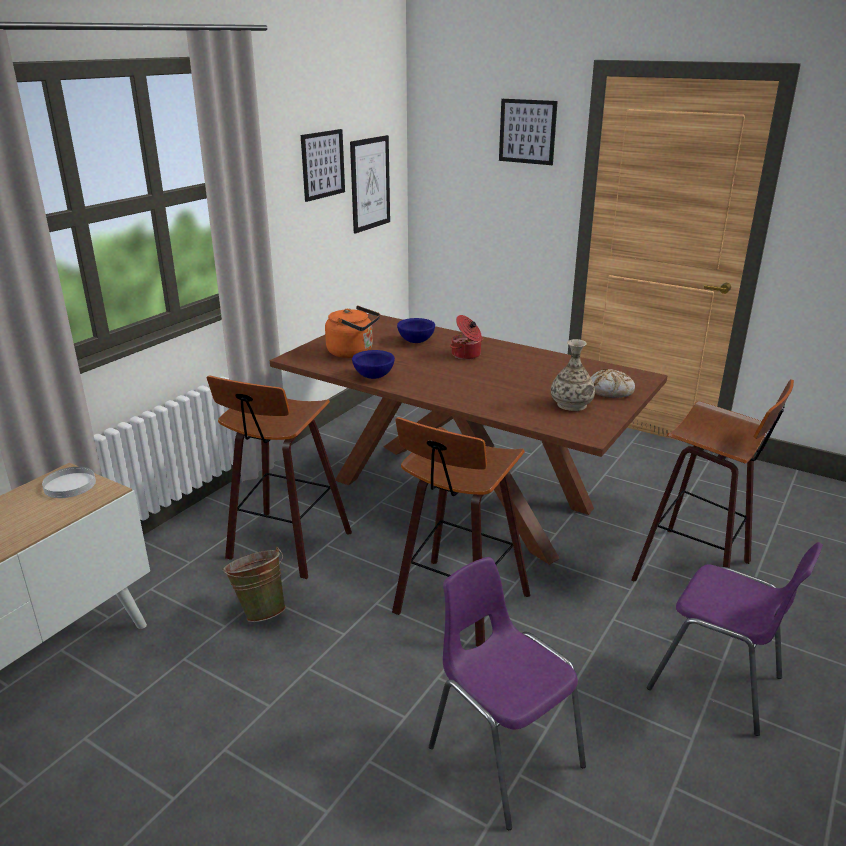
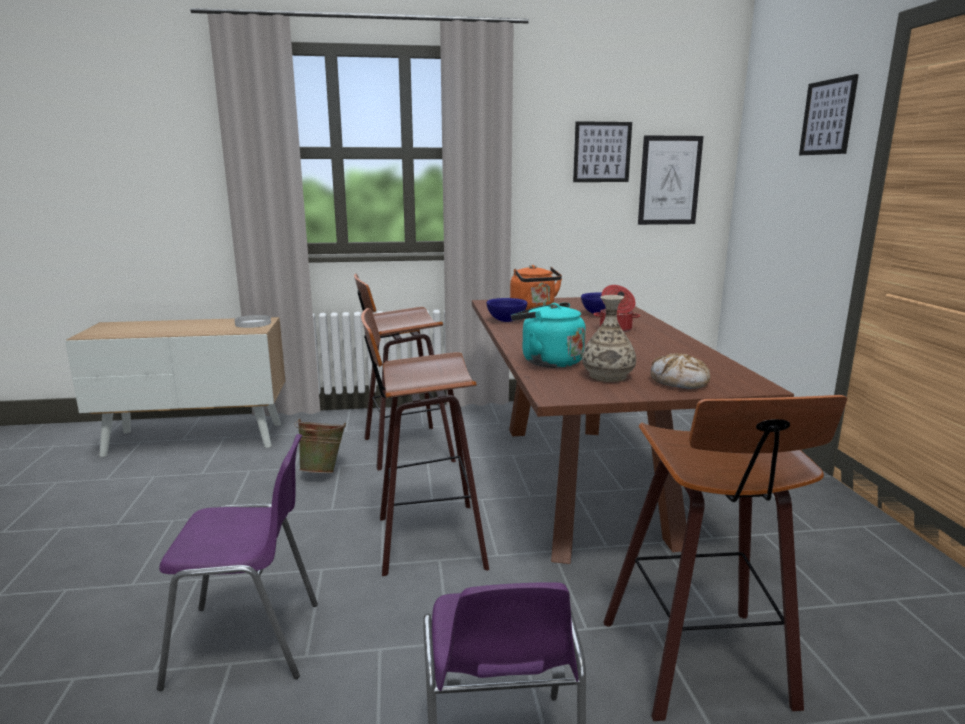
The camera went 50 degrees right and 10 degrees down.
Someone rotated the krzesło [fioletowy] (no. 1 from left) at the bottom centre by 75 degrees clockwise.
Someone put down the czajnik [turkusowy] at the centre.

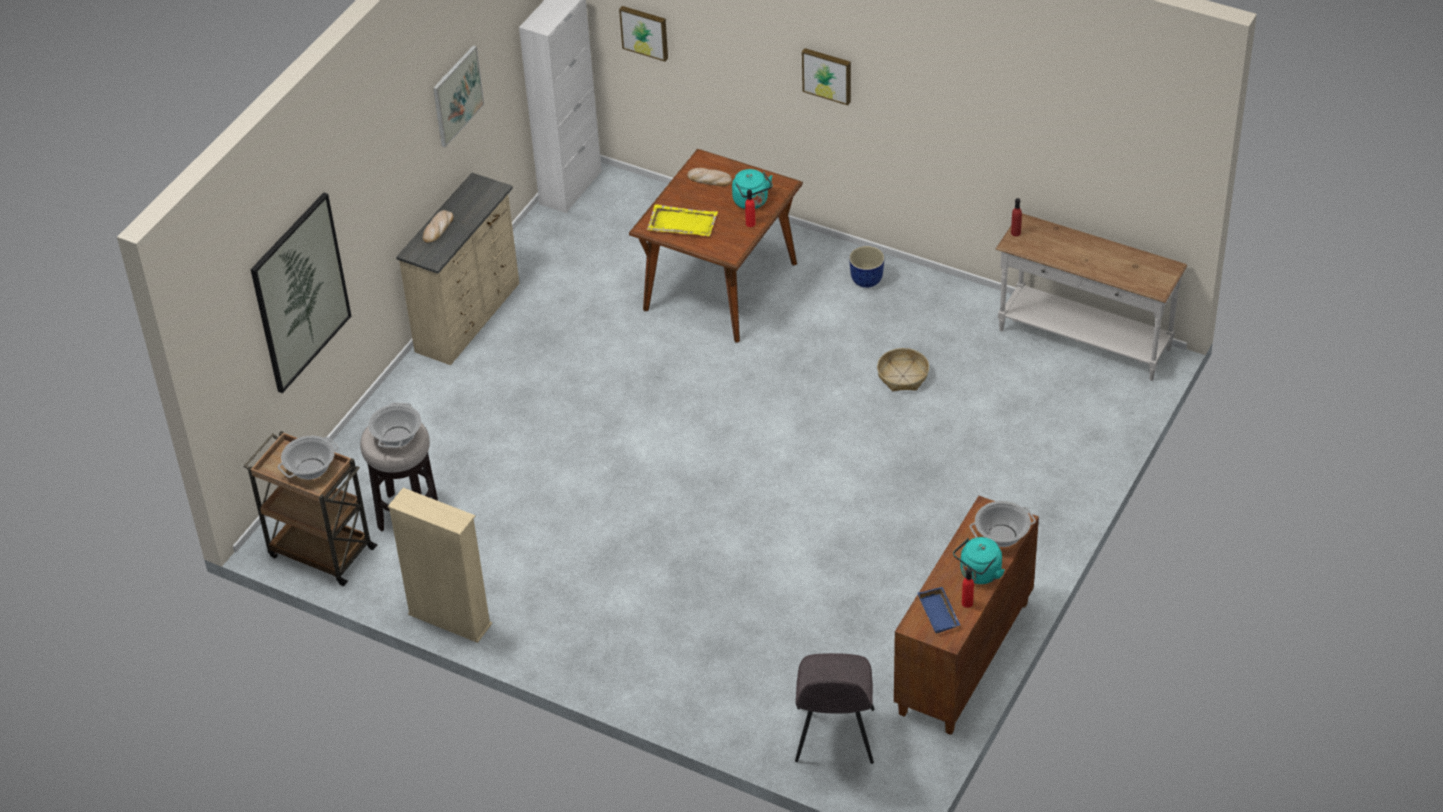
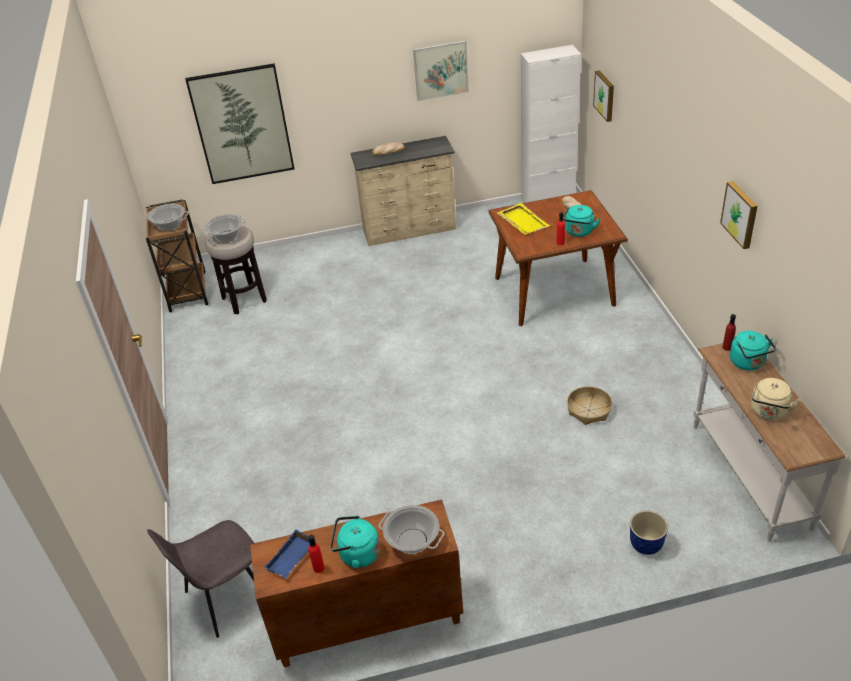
The camera went 50 degrees right and 5 degrees down.
Someone took away the regał [beżowy] at the bottom left.
Someone carried the obraz (no. 4 from left) from the top centre to the top right.
Someone carried the donica from the top centre to the bottom right.
Someone put down the czajnik [turkusowy] (no. 3 from left) at the middle right.
Someone put down the czajnik [beżowy] at the middle right.

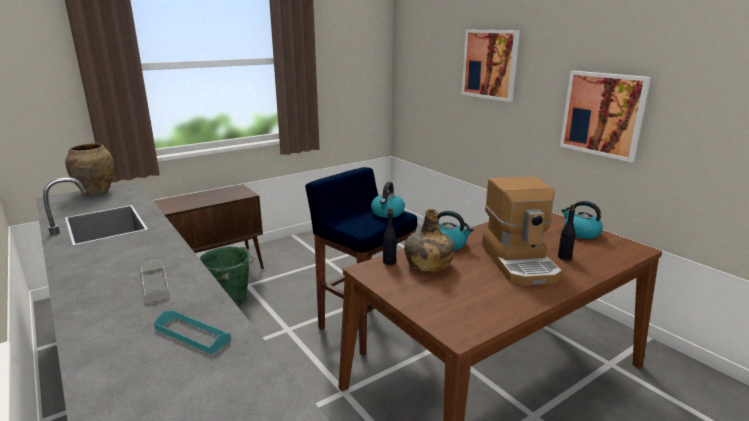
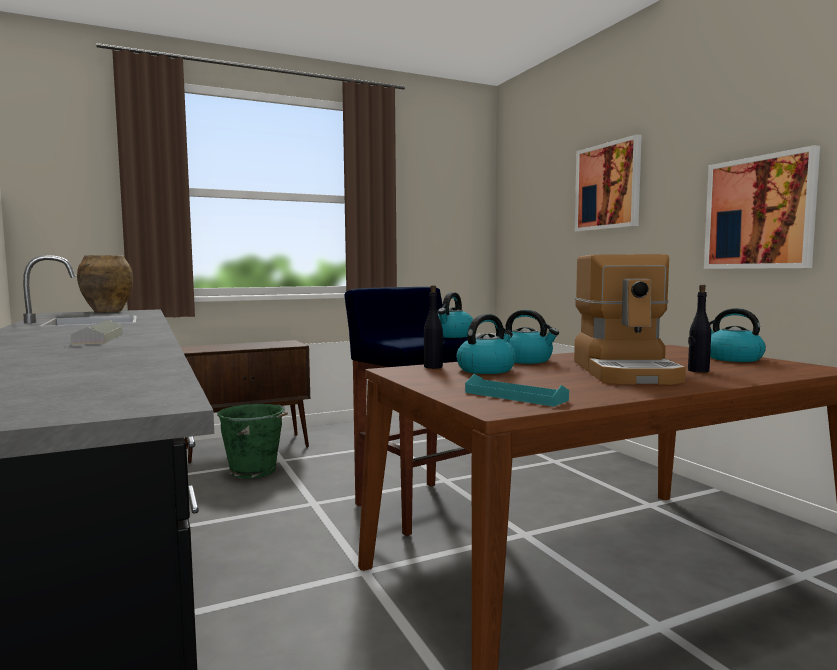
The camera went 10 degrees right and 15 degrees down.
Someone carried the taca [turkusowy] from the bottom left to the centre.
Someone swapped the butelka [zielony] at the centre for the czajnik (no. 2 from left) at the centre.

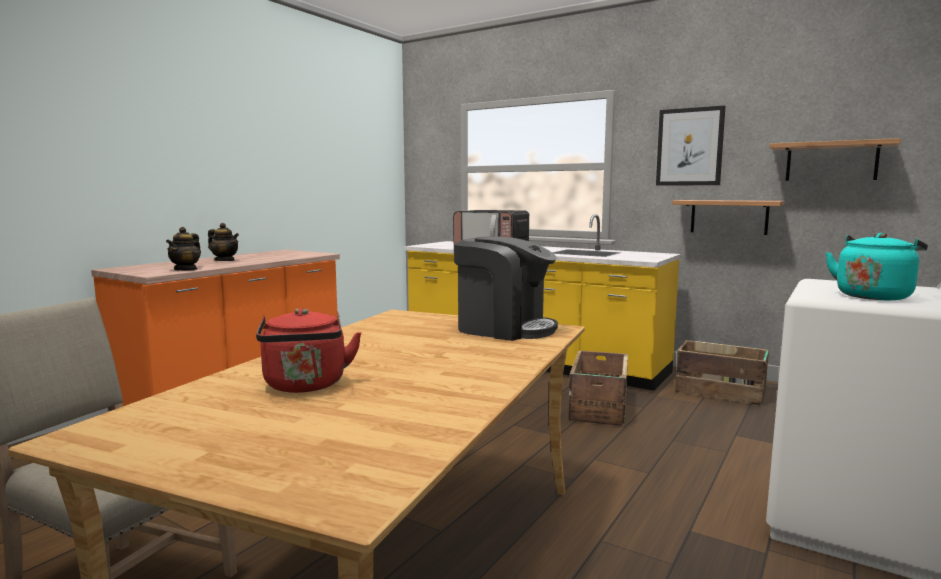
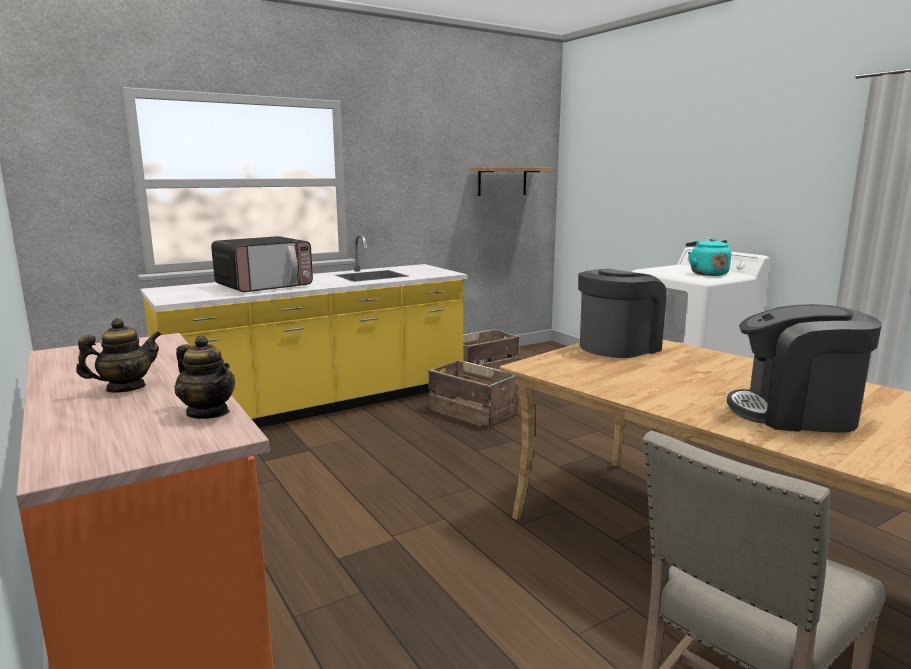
The camera went 65 degrees left and 5 degrees up.
Someone swapped the czajnik [czerwony] at the middle left for the ekspres do kawy (no. 2 from left) at the middle right.
Someone took away the obraz at the top right.
Someone took away the półka (no. 1 from left) at the middle right.

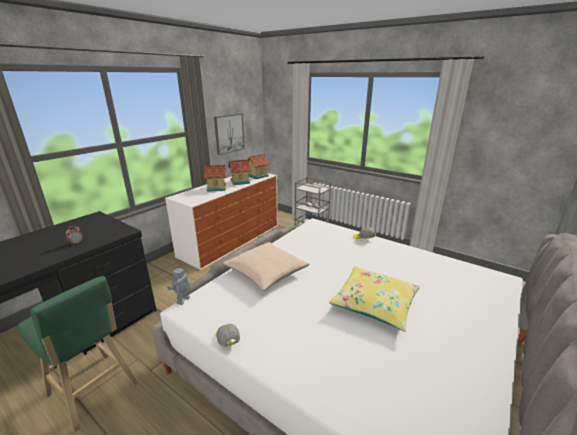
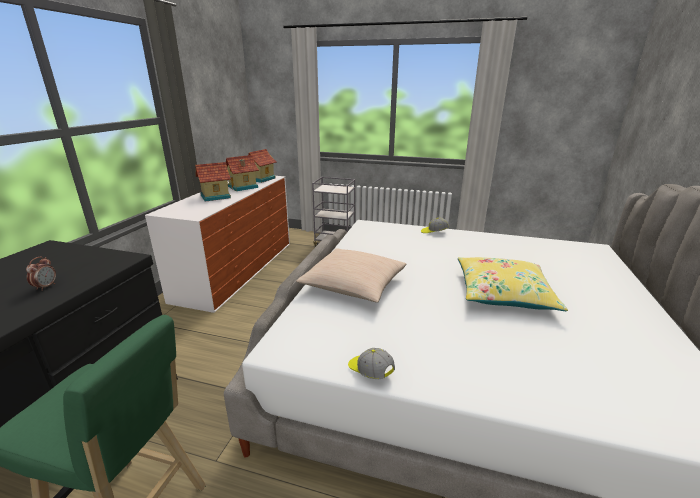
The camera went 20 degrees left and 0 degrees up.
Someone took away the robot zabawkowy at the middle left.
Someone took away the obraz at the top centre.

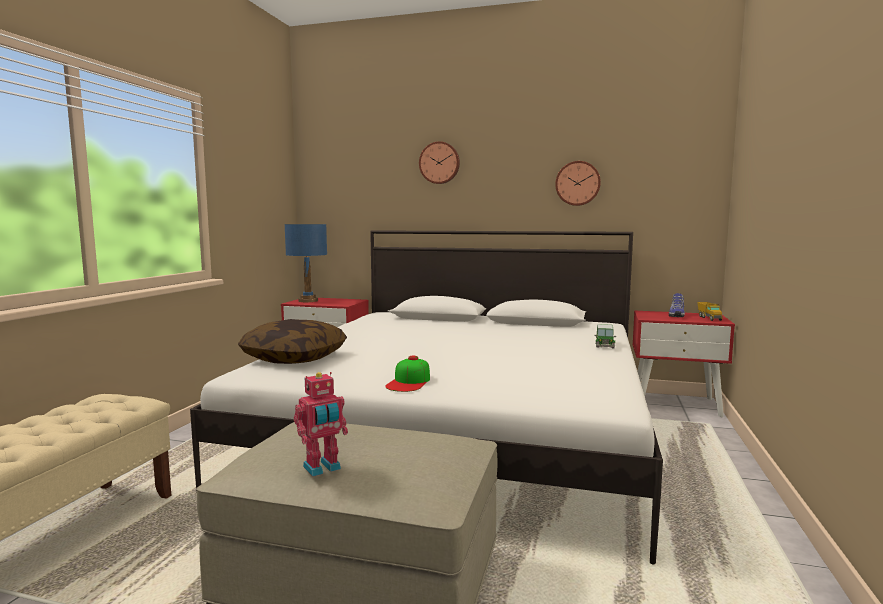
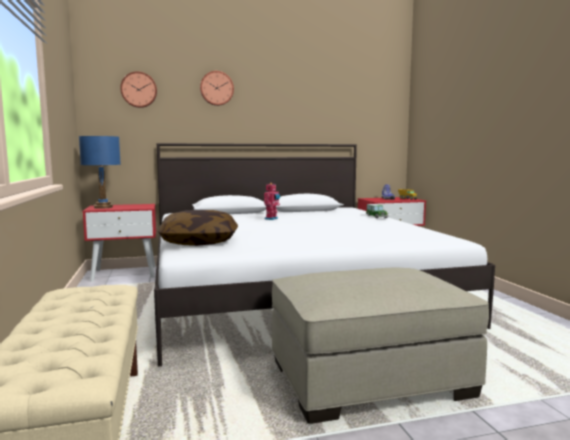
The camera went 30 degrees left and 0 degrees up.
Someone carried the robot zabawkowy from the bottom centre to the centre.
Someone took away the czapka z daszkiem at the centre.
Someone carried the zegar ścienny (no. 2 from left in the first image) from the top centre to the top left.

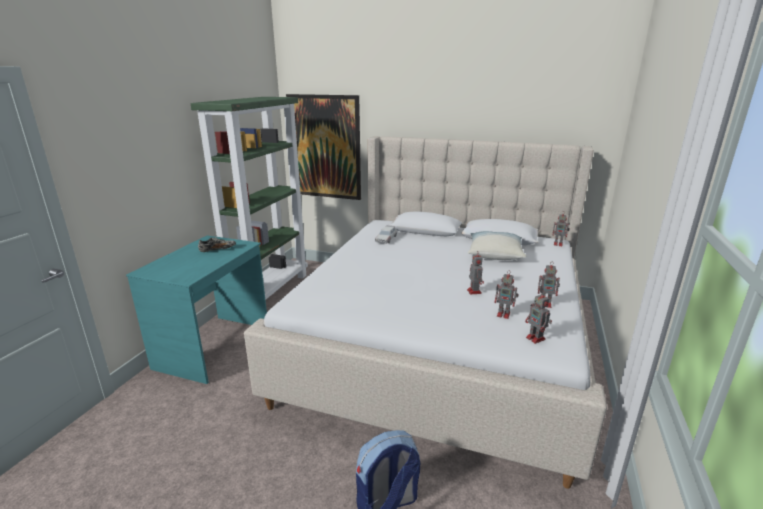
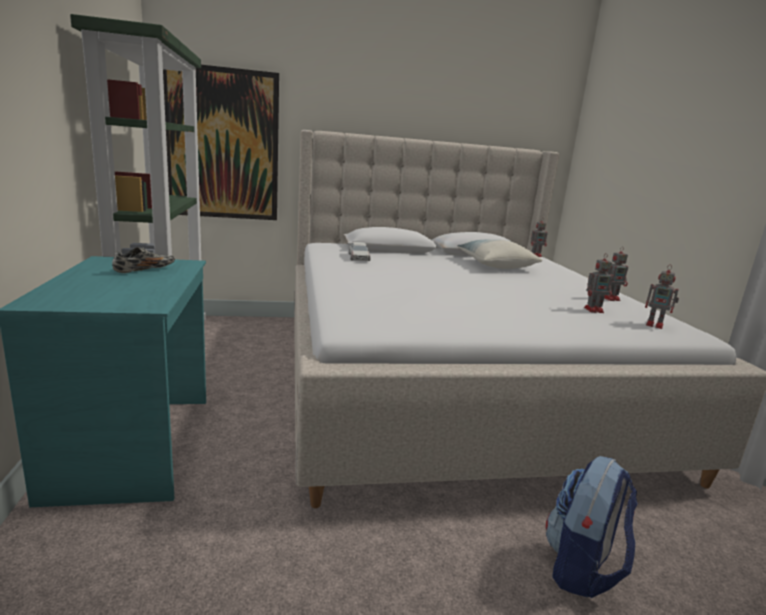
The camera went 30 degrees left and 5 degrees down.
Someone took away the robot zabawkowy (no. 1 from left) at the centre.

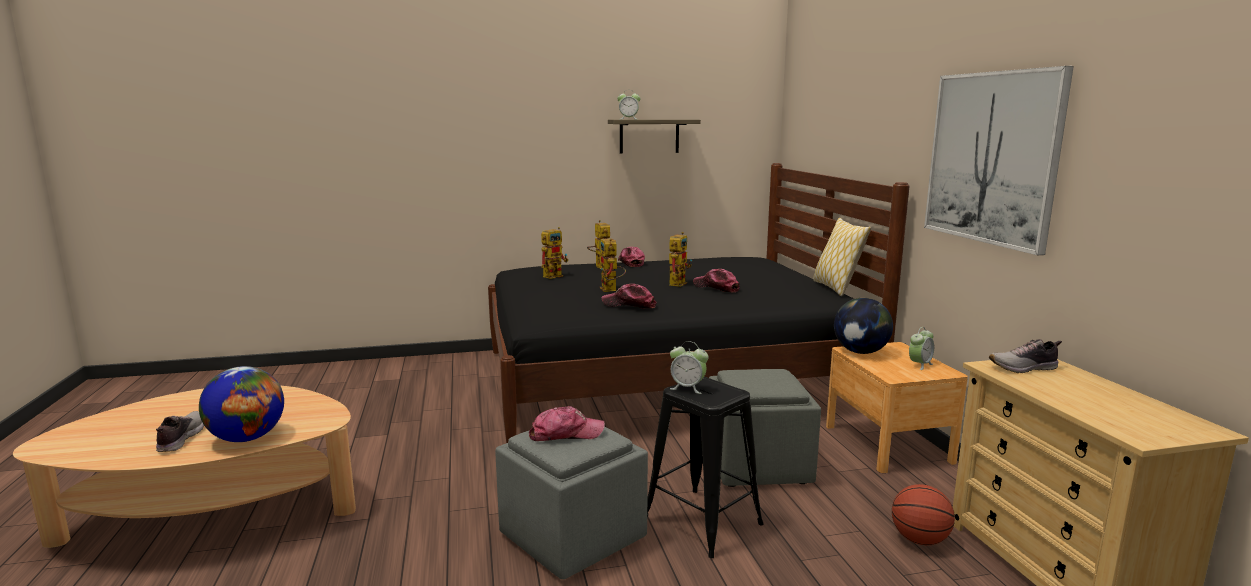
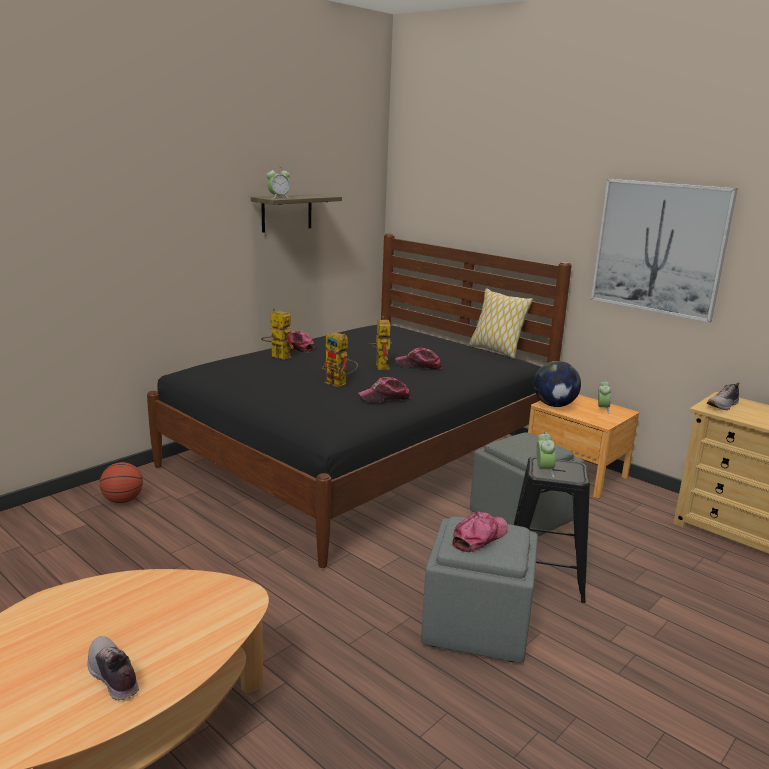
The camera went 35 degrees left and 5 degrees up.
Someone took away the globus (no. 1 from left) at the bottom left.
Someone took away the robot zabawkowy (no. 1 from left) at the centre.
Someone rotated the budzik (no. 2 from left) at the centre by 75 degrees counterclockwise.
Someone carried the piłka do koszykówki from the bottom right to the middle left.

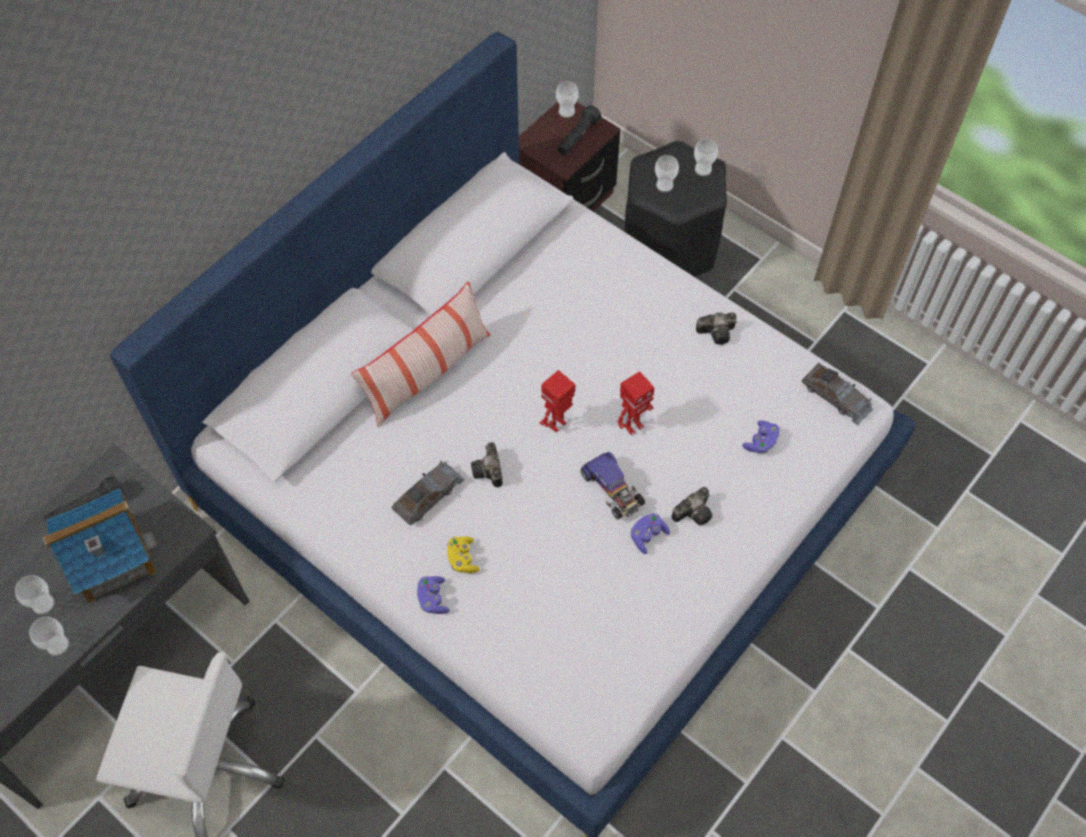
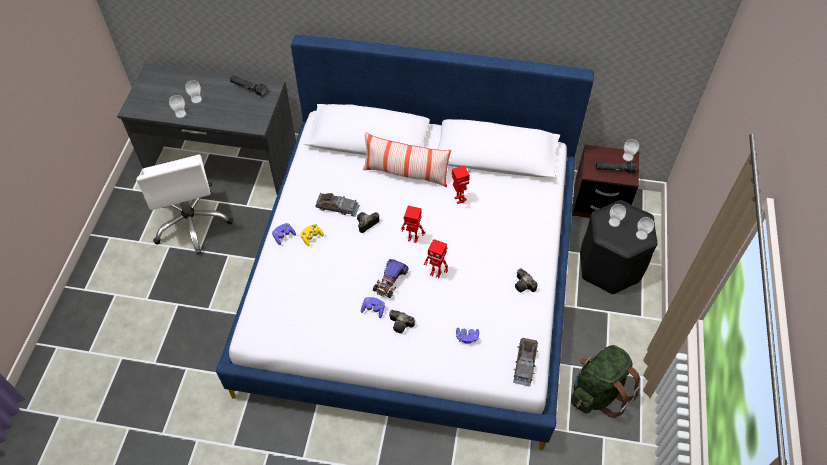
The camera went 60 degrees right and 5 degrees down.
Someone took away the domek at the middle left.
Someone put down the robot zabawkowy (no. 3 from left) at the centre.
Someone put down the plecak [zielony] at the bottom right.

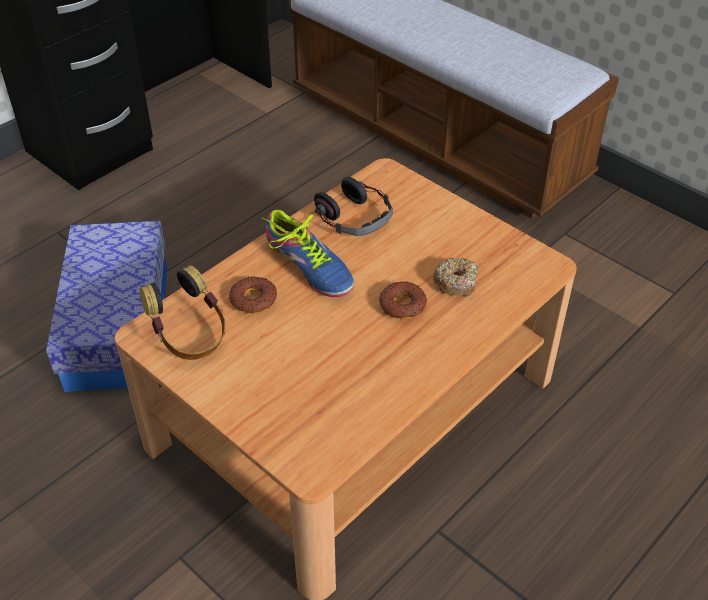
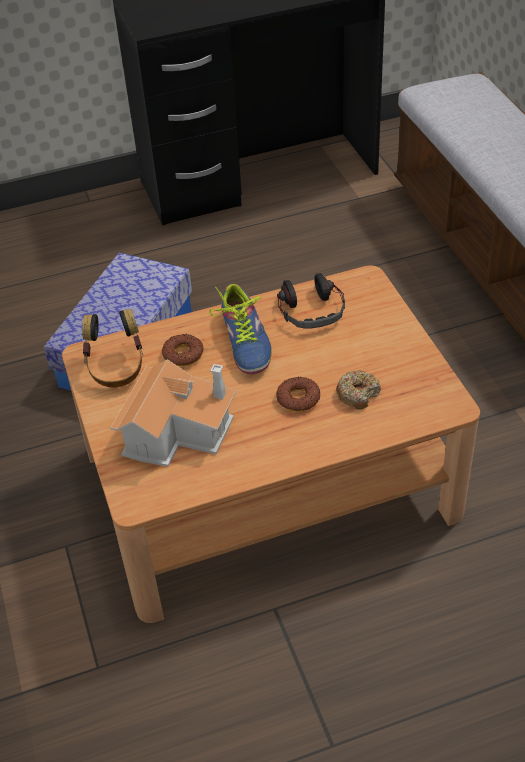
The camera went 30 degrees right and 0 degrees up.
Someone put down the domek at the middle left.

